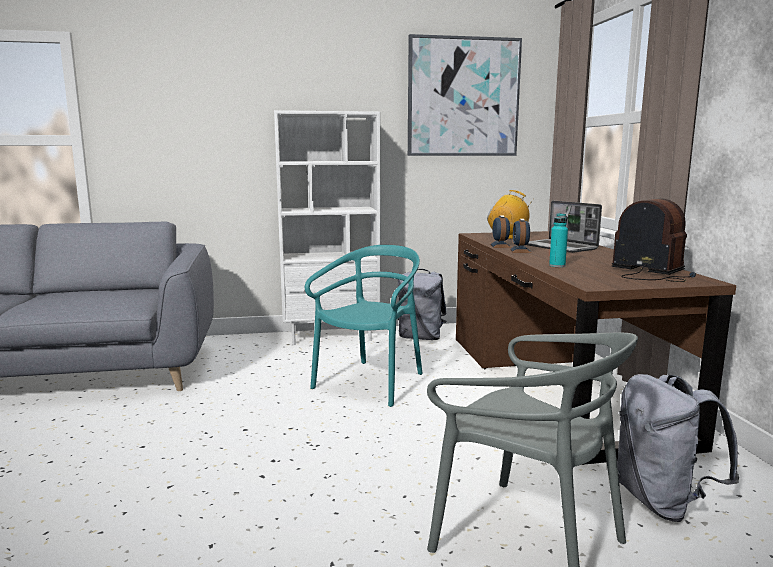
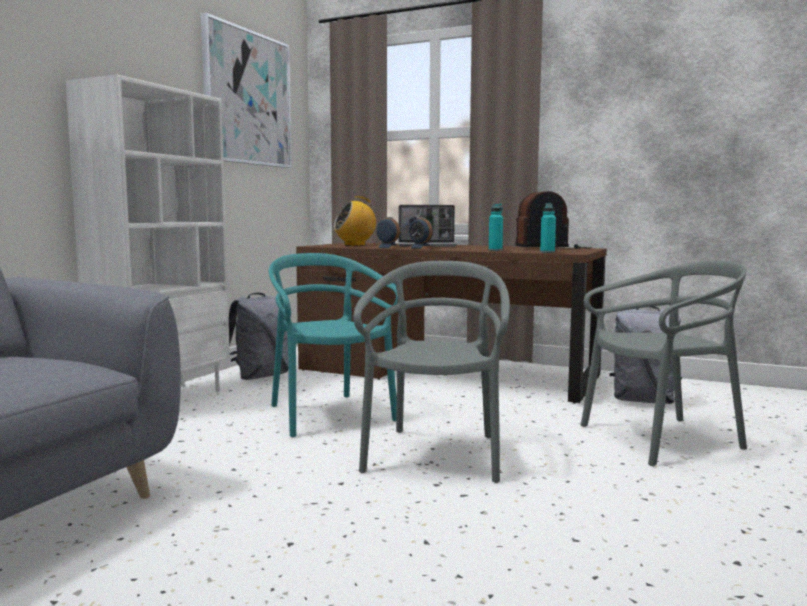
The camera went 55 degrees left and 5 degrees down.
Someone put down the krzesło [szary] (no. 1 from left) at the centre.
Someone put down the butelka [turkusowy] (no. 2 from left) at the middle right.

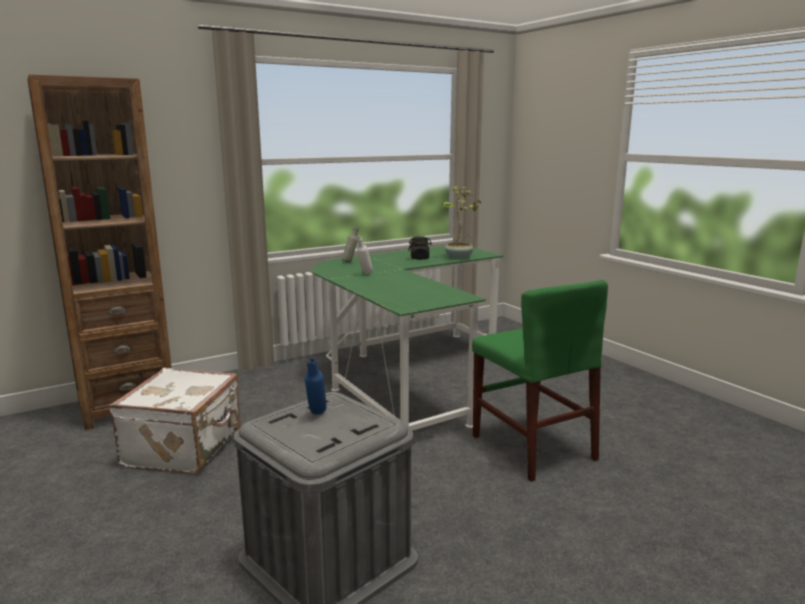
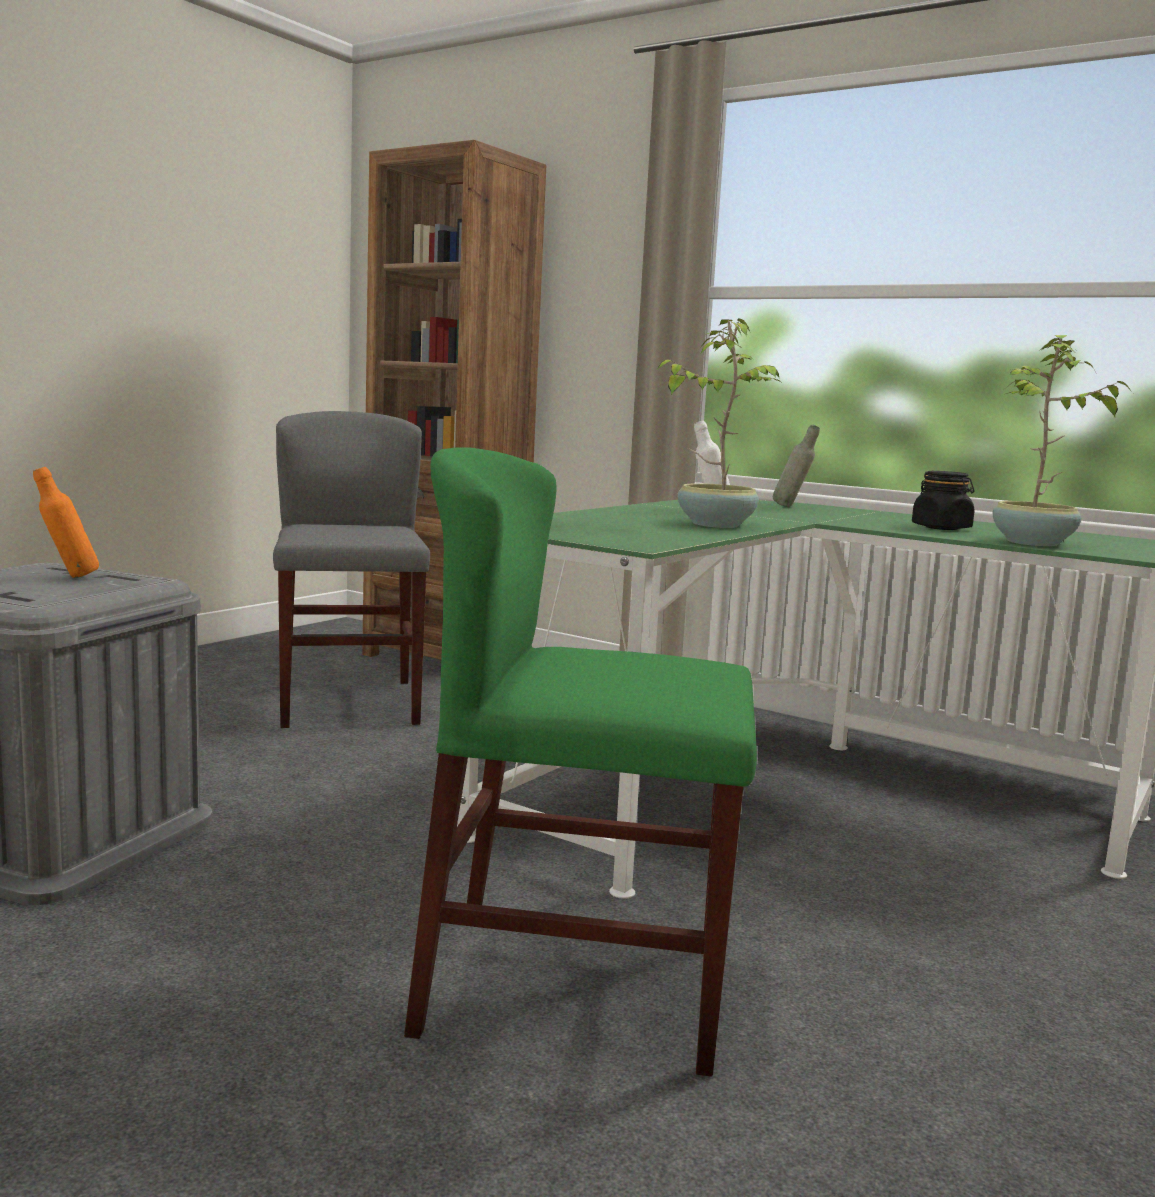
The camera went 65 degrees right and 5 degrees down.
Someone swapped the walizka [biały] at the bottom left for the krzesło [szary] at the middle left.
Someone repainted the butelka [niebieski] at the centre, which became the butelka [pomarańczowy] at the middle left.
Someone rotated the krzesło [zielony] at the middle right by 60 degrees clockwise.
Someone put down the roślina doniczkowa (no. 1 from left) at the centre.

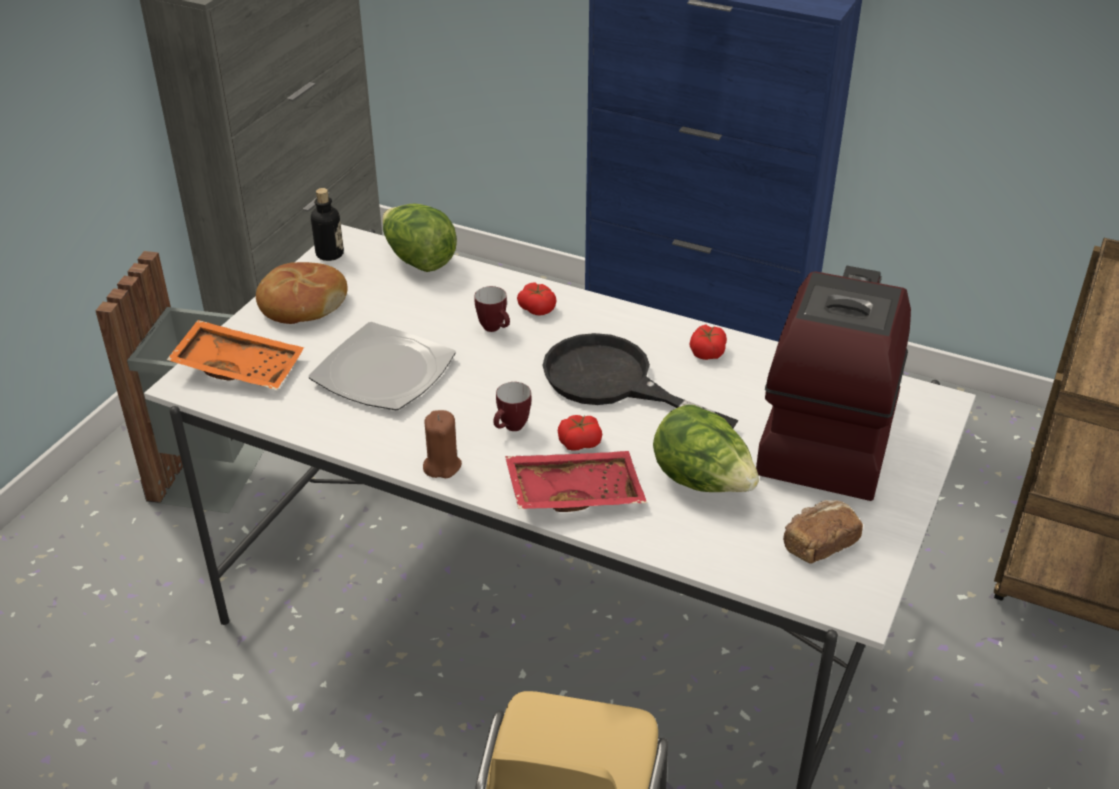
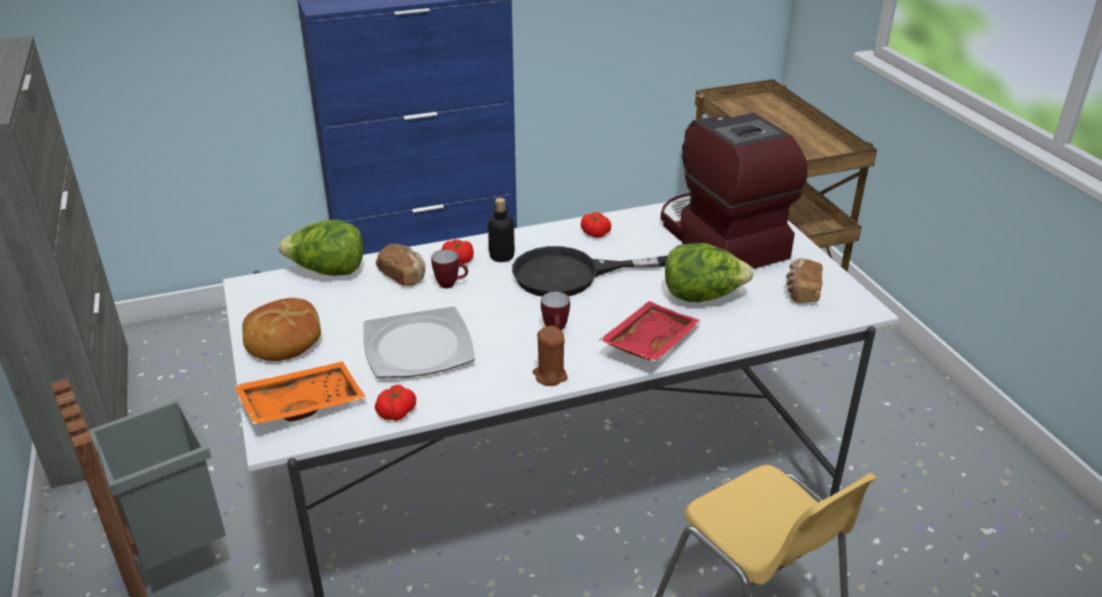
The camera went 45 degrees left and 5 degrees down.
Someone carried the butelka from the top left to the centre.
Someone carried the pomidor (no. 2 from left in the first image) from the centre to the bottom centre.
Someone put down the chleb (no. 2 from left) at the centre.

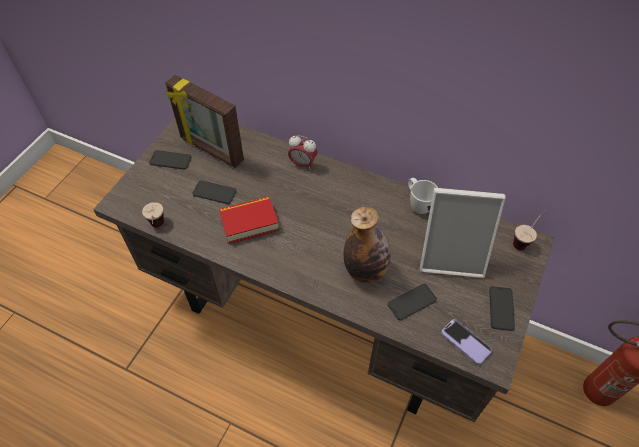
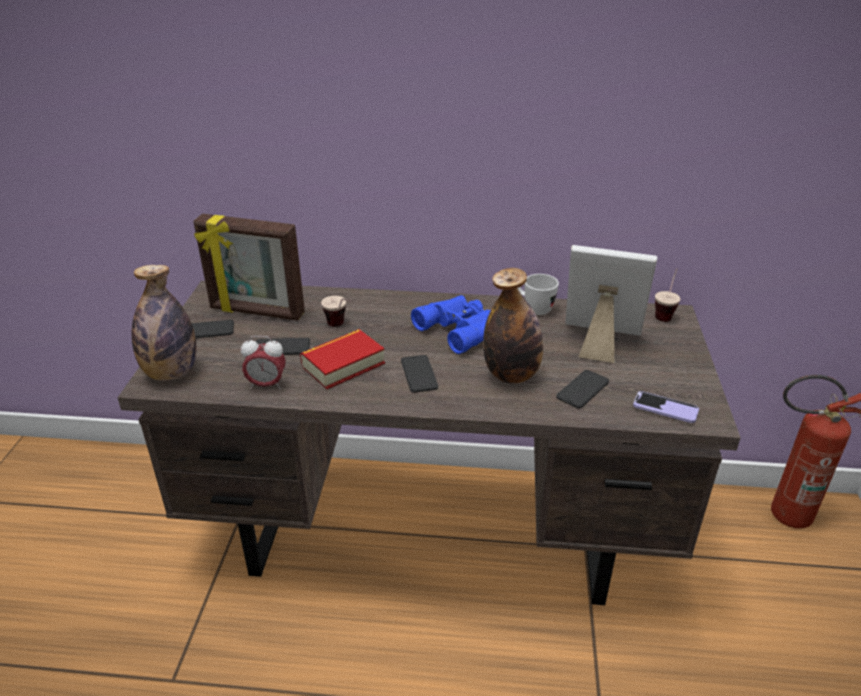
The camera went 20 degrees left and 20 degrees down.
Someone carried the filiżanka (no. 1 from left) from the middle left to the centre.
Someone carried the budzik from the centre to the middle left.
Someone rotated the ramka na zdjęcie (no. 2 from left) at the middle right by 150 degrees counterclockwise.
Someone carried the telefon (no. 5 from left in the first image) from the bottom right to the centre.
Someone put down the butelka (no. 1 from left) at the middle left.
Someone put down the lornetka [niebieski] at the centre.

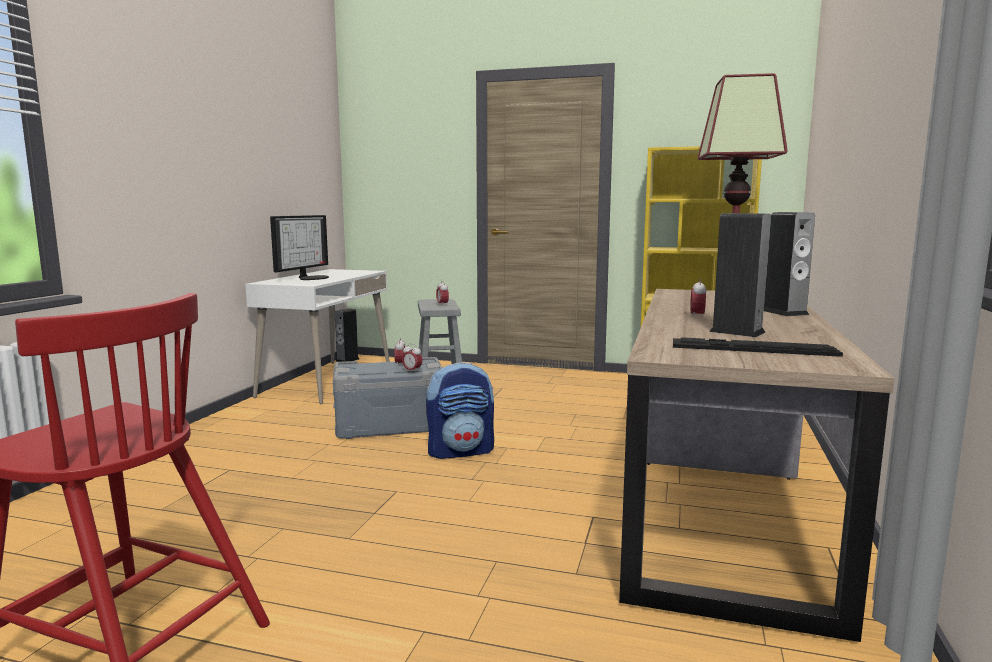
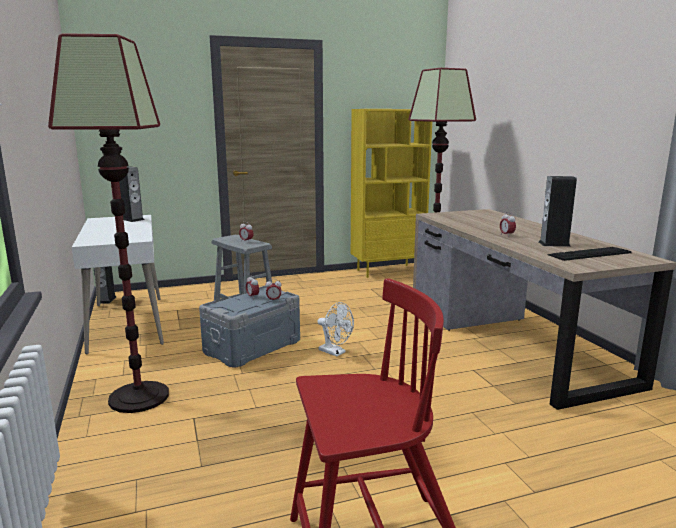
The camera went 35 degrees left and 5 degrees up.
Someone took away the monitor at the middle left.
Someone swapped the plecak at the centre for the wentylator [biały] at the centre.
Someone carried the głośnik (no. 3 from left in the first image) from the middle right to the middle left.
Someone put down the lampa stojąca (no. 1 from left) at the middle left.

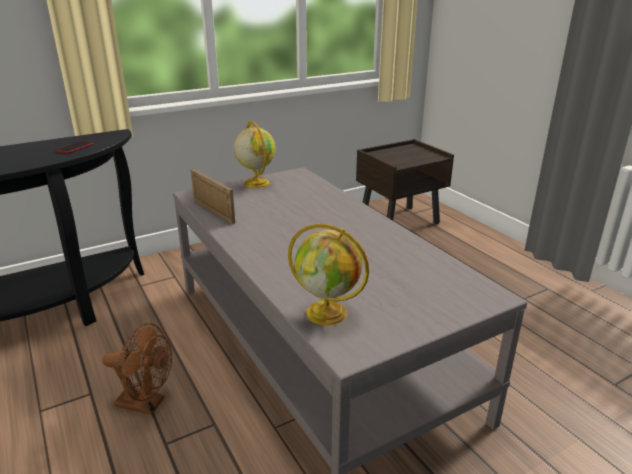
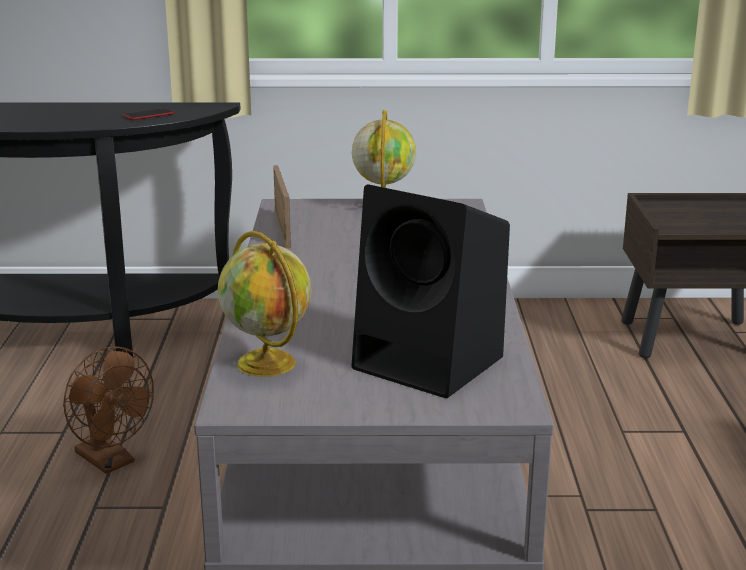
The camera went 30 degrees right and 5 degrees down.
Someone put down the głośnik [czarny] at the centre.

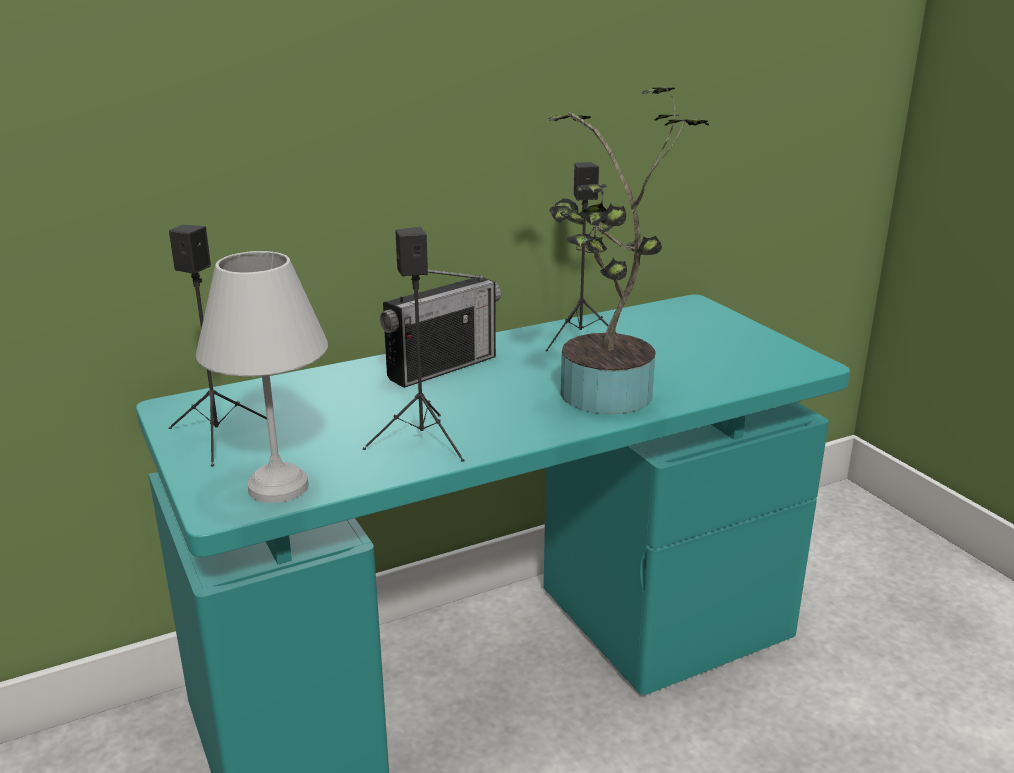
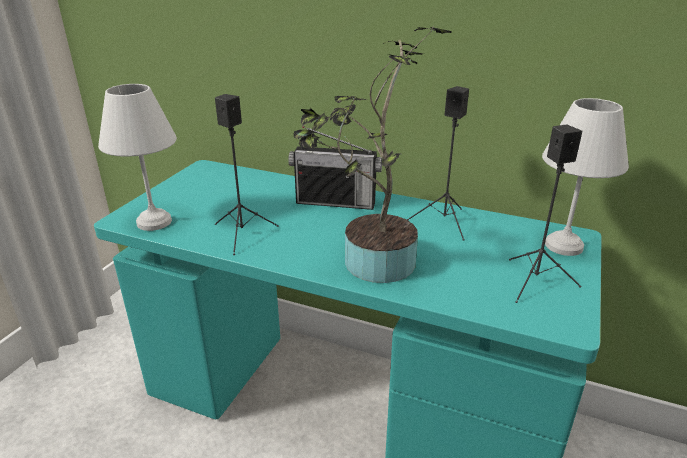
The camera went 50 degrees right and 5 degrees up.
Someone carried the głośnik [czarny] (no. 1 from left in the first image) from the middle left to the middle right.
Someone put down the lampa stołowa [biały] (no. 2 from left) at the middle right.

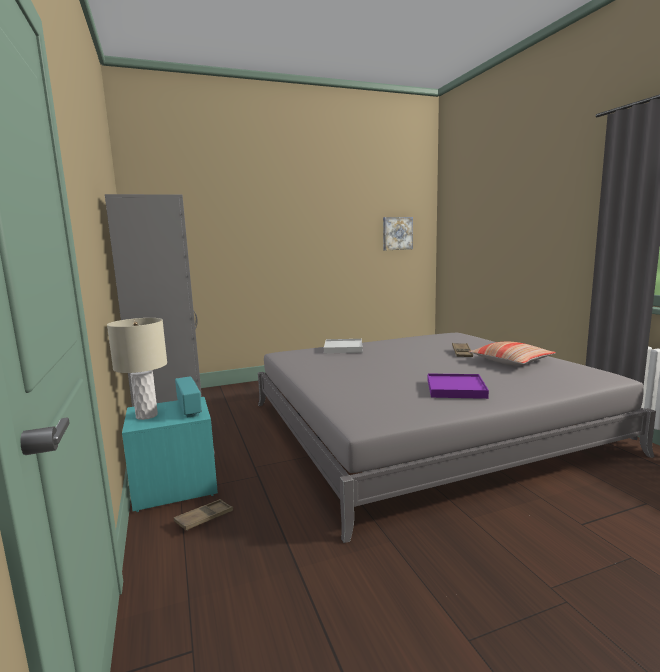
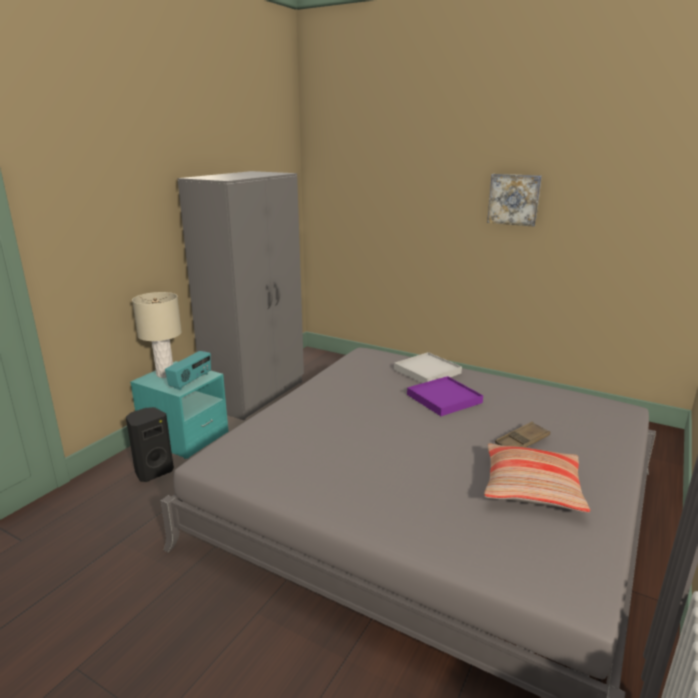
The camera went 50 degrees right and 10 degrees up.
Someone swapped the taca [brązowy] (no. 1 from left) at the bottom left for the głośnik [czarny] at the middle left.
Someone carried the obraz from the centre to the top right.
Someone carried the taca [fioletowy] from the middle right to the centre.

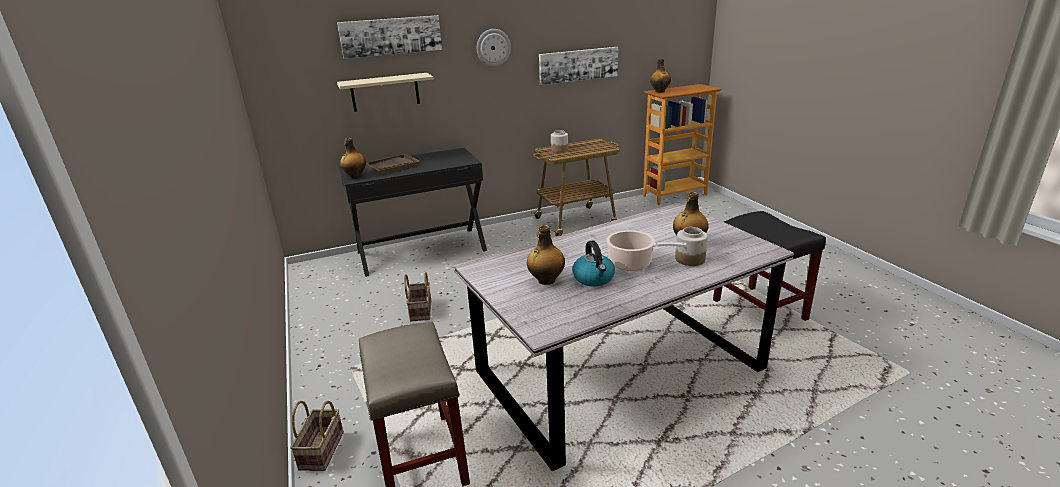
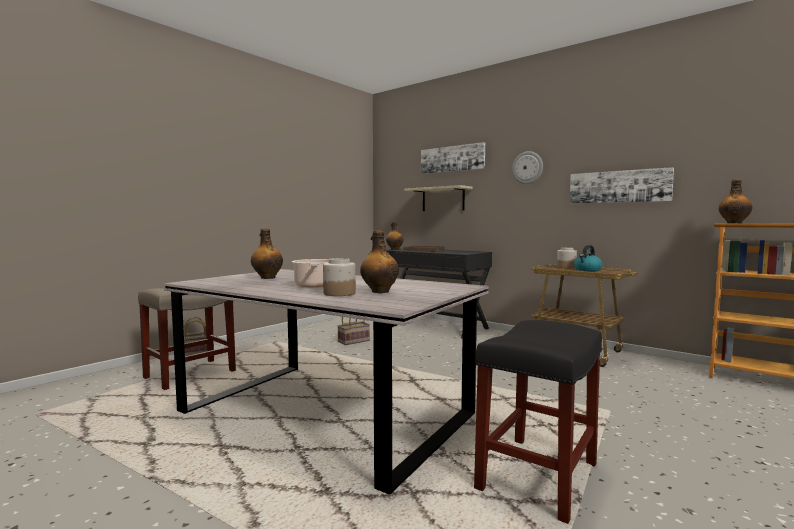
The camera went 60 degrees right and 20 degrees down.
Someone carried the czajnik from the centre to the middle right.

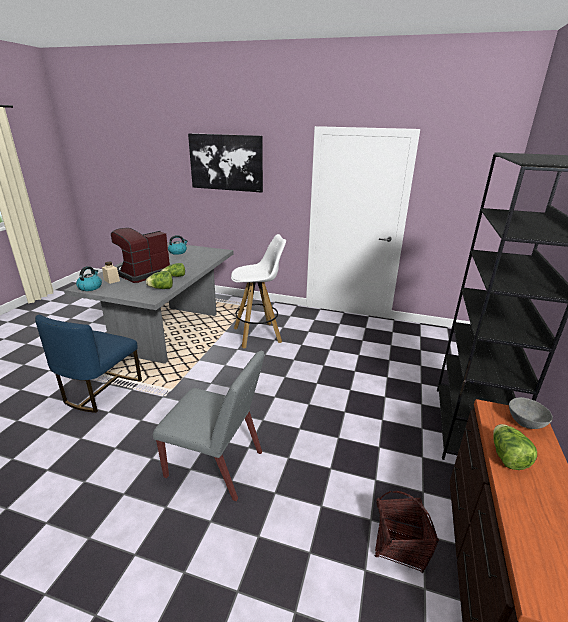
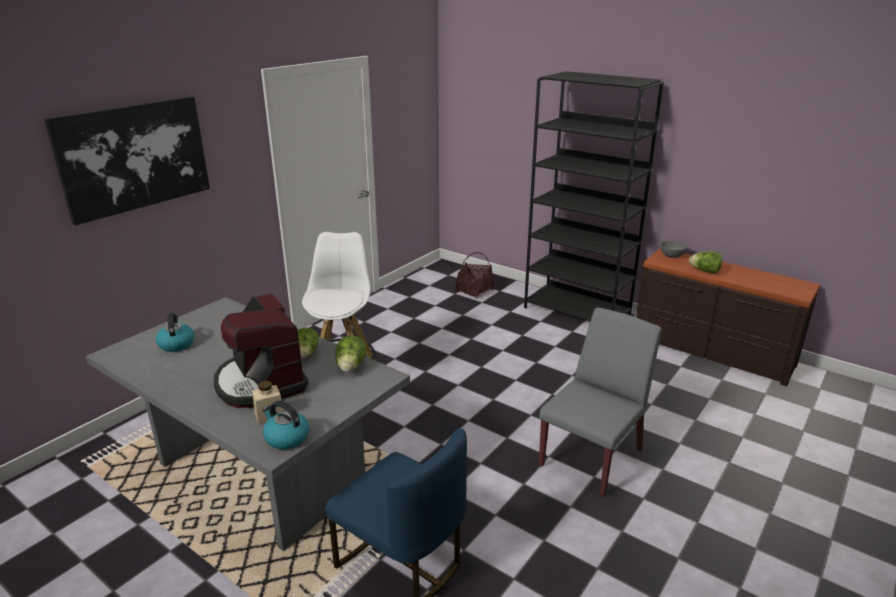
The camera went 70 degrees left and 0 degrees up.
Someone carried the koszyk from the bottom right to the centre.

